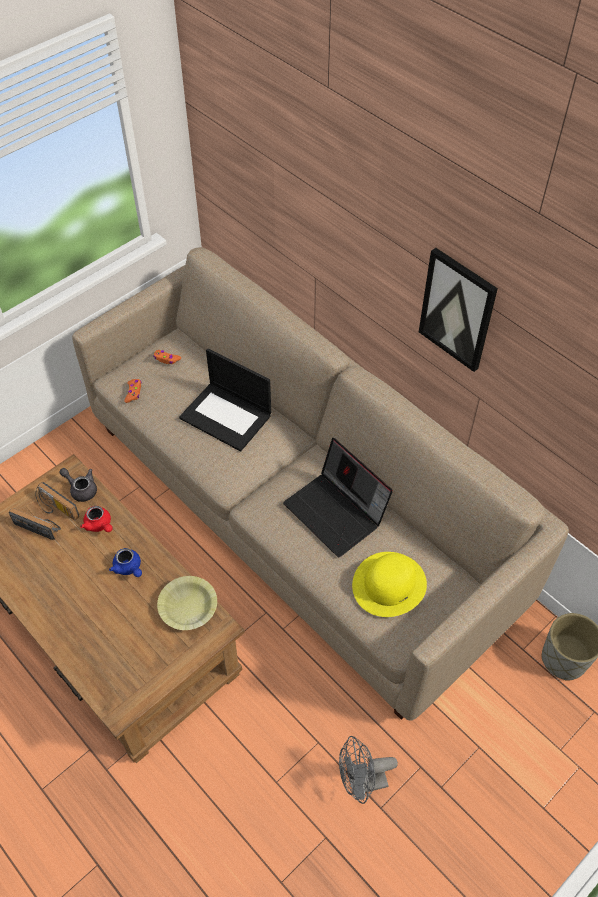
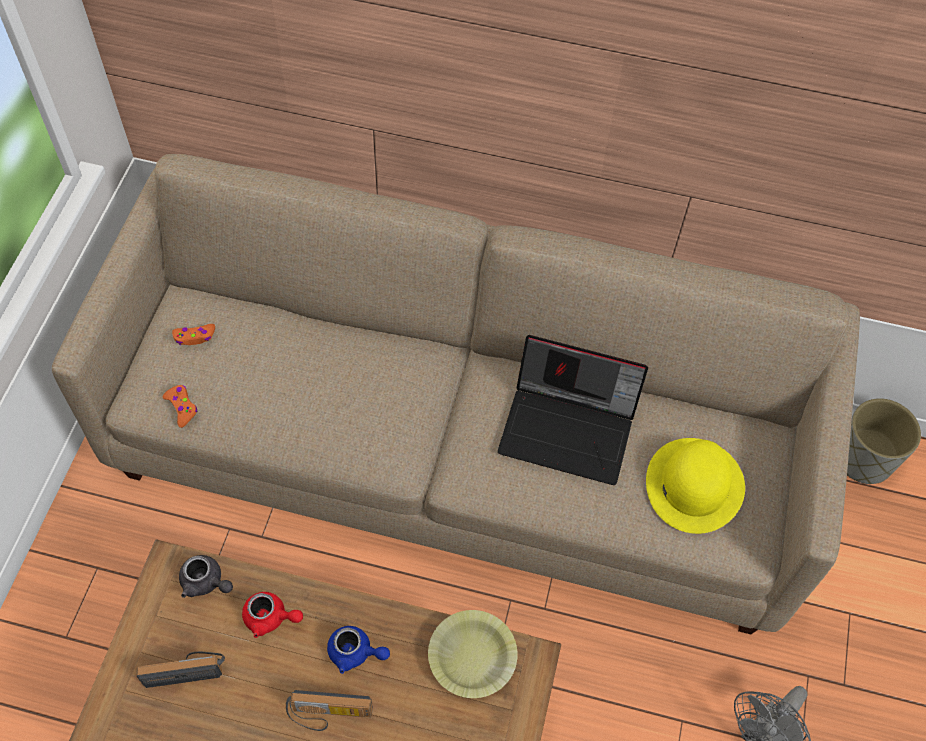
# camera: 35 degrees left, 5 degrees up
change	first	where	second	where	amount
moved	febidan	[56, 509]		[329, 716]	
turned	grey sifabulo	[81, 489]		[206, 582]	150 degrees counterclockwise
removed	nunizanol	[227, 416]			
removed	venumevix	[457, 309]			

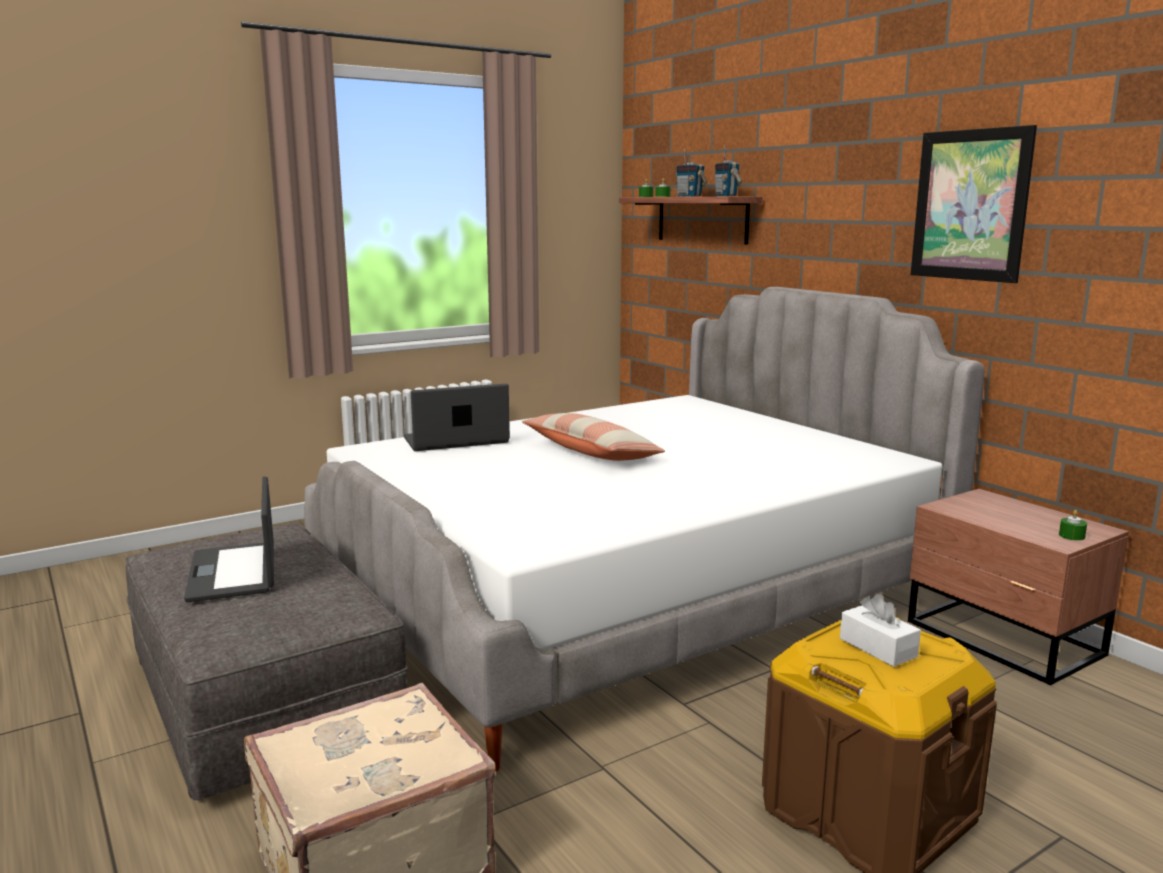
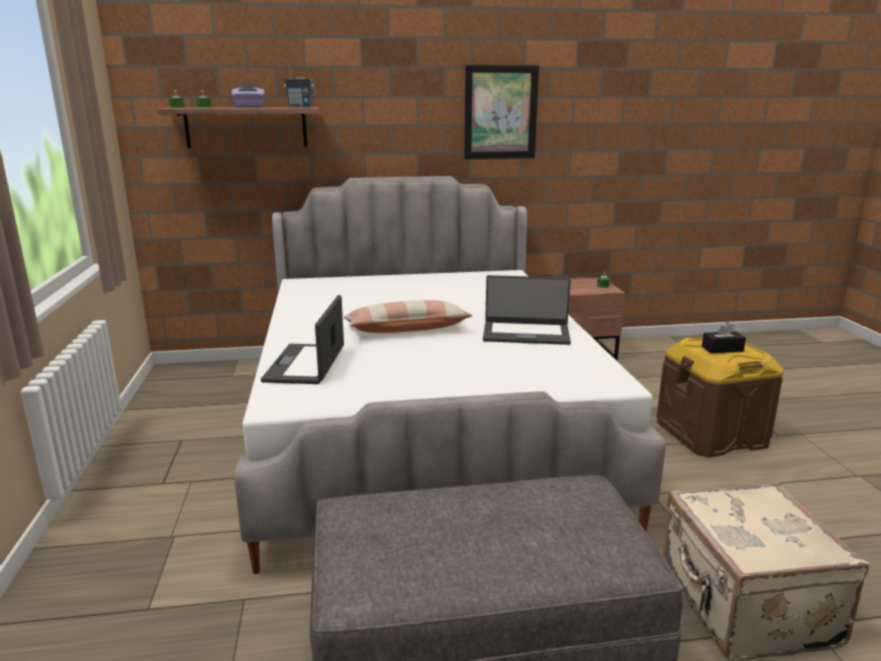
# camera: 65 degrees left, 5 degrees up
change	first	where	second	where	amount
moved	nunizanol	[235, 572]		[526, 333]	
replaced	febidan	[689, 196]	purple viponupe	[249, 107]	
recoloured	white viponupe	[878, 647]	black viponupe	[722, 349]	

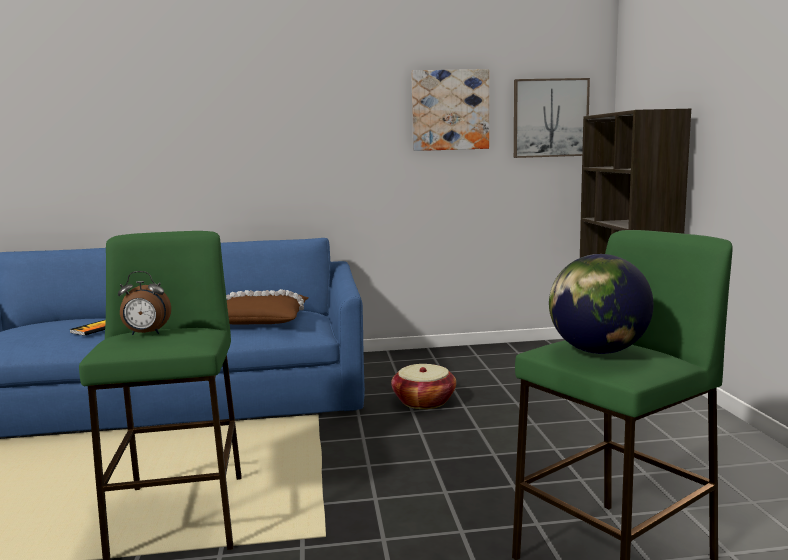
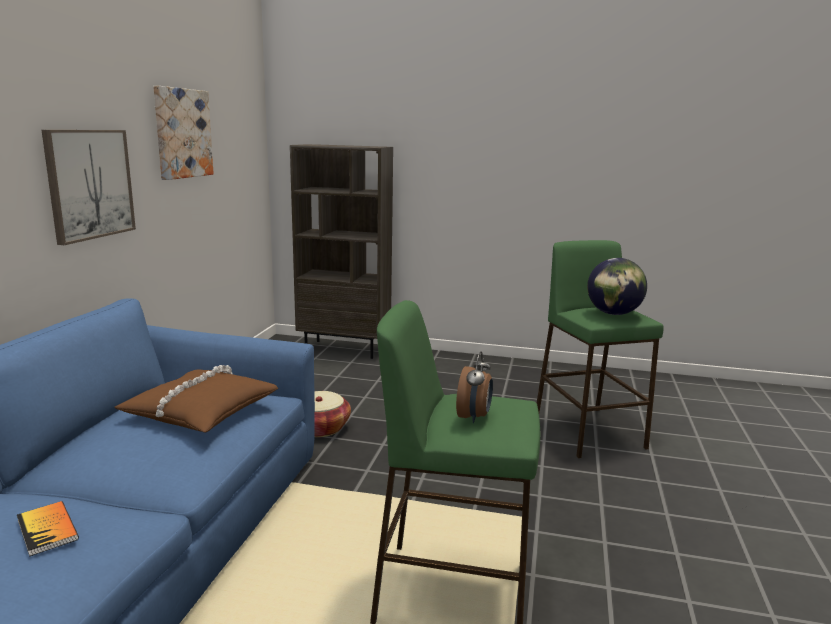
# camera: 70 degrees left, 5 degrees up
change	first	where	second	where	amount
moved	venumevix	[550, 118]		[89, 184]	

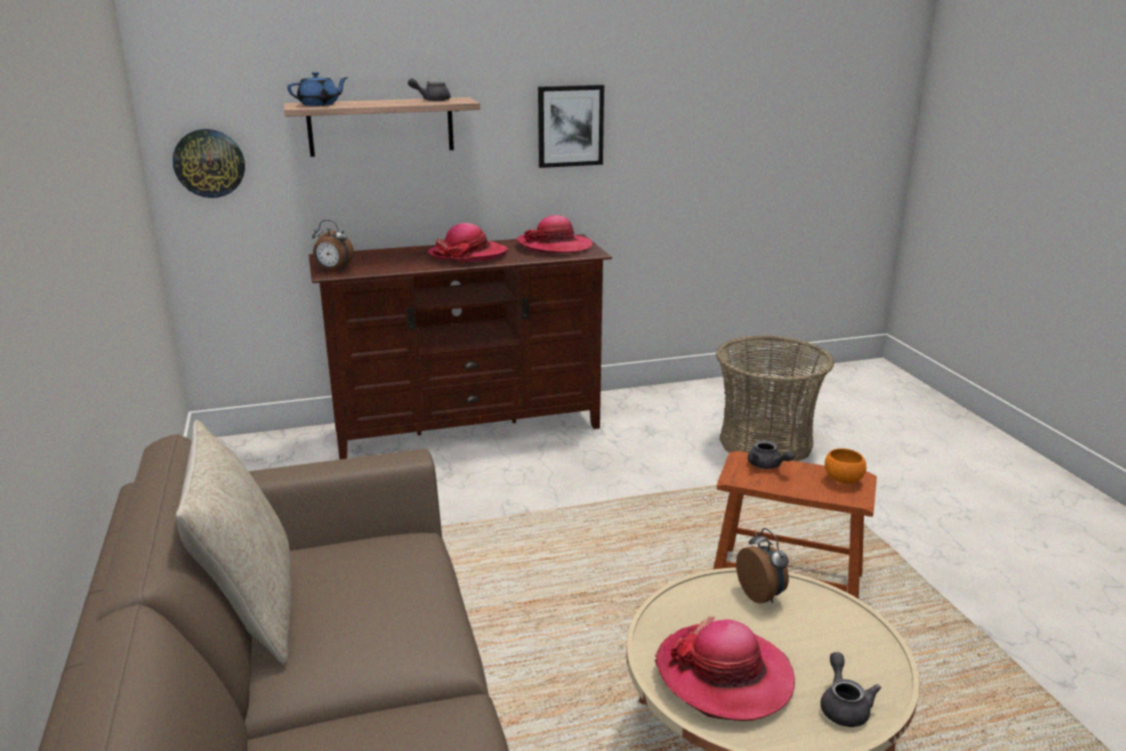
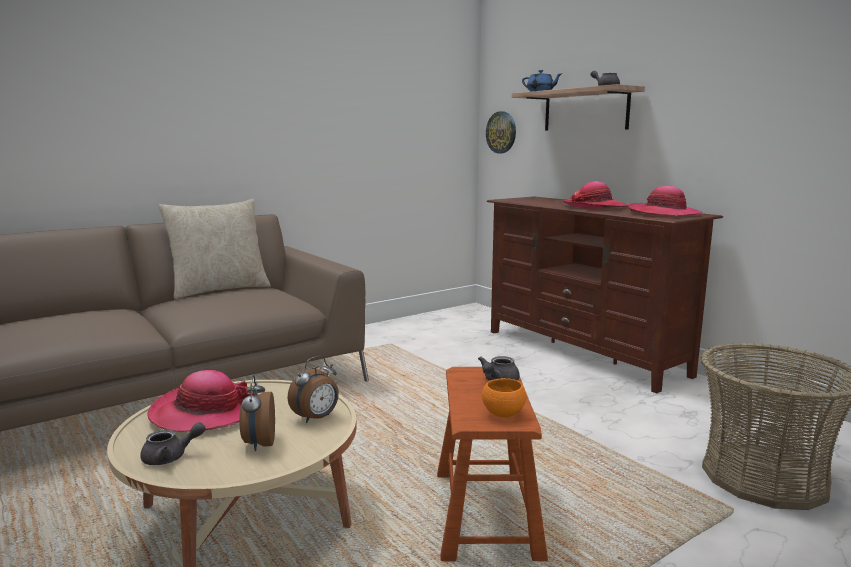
# camera: 70 degrees right, 10 degrees down
change	first	where	second	where	amount
moved	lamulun	[333, 270]		[259, 444]	
removed	venumevix	[570, 126]			

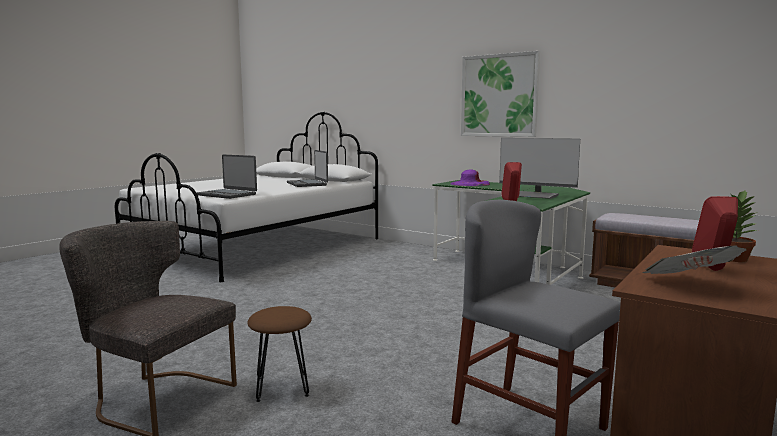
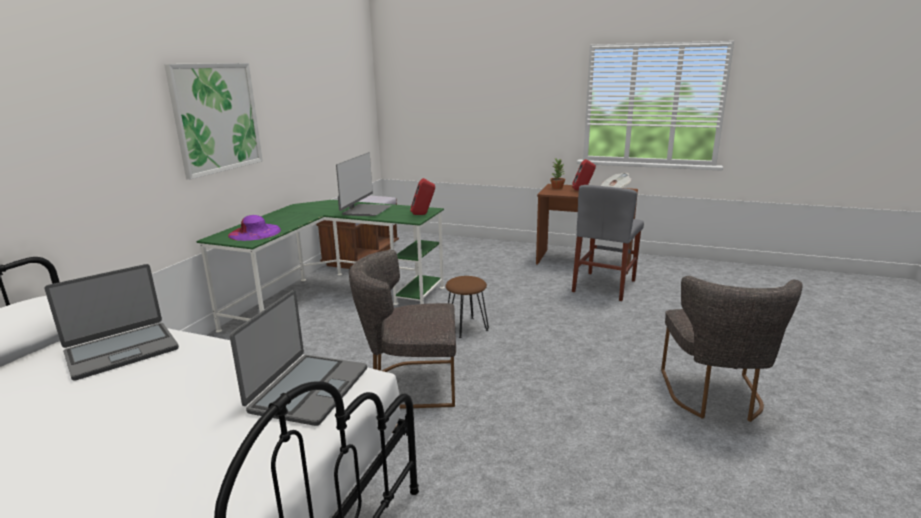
# camera: 105 degrees left, 10 degrees up
change	first	where	second	where	amount
moved	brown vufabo	[281, 386]		[466, 327]	
added			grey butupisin	[410, 384]	

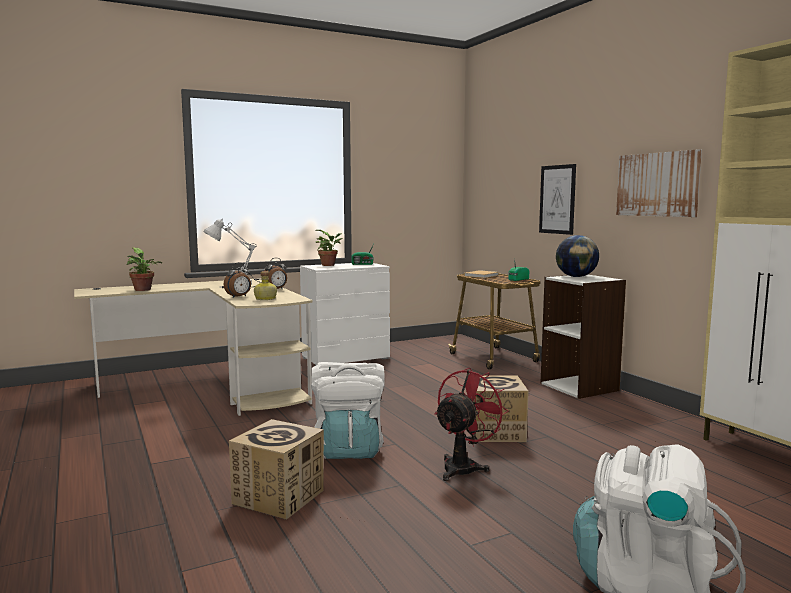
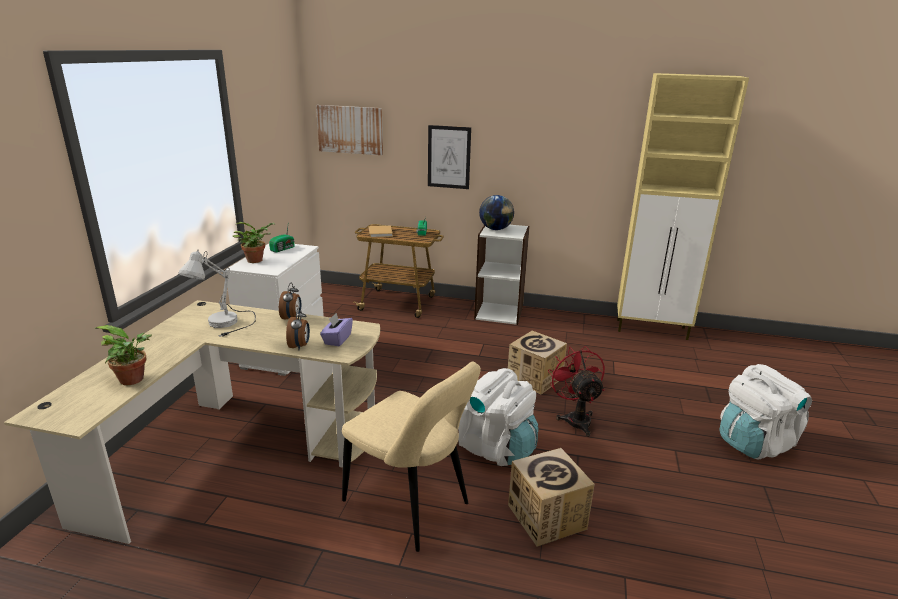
# camera: 50 degrees left, 15 degrees up
change	first	where	second	where	amount
replaced	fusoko	[265, 299]	purple viponupe	[337, 339]	
moved	venumevix	[657, 184]		[350, 129]	
added			beige butupisin	[410, 505]	

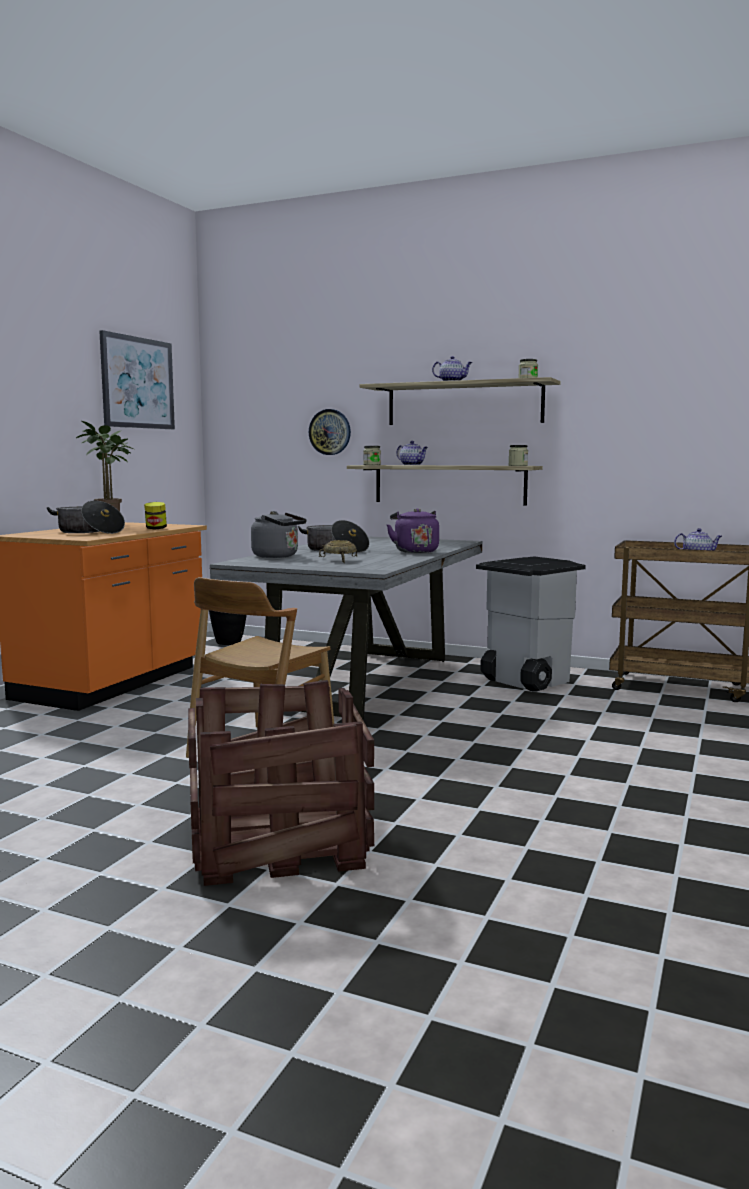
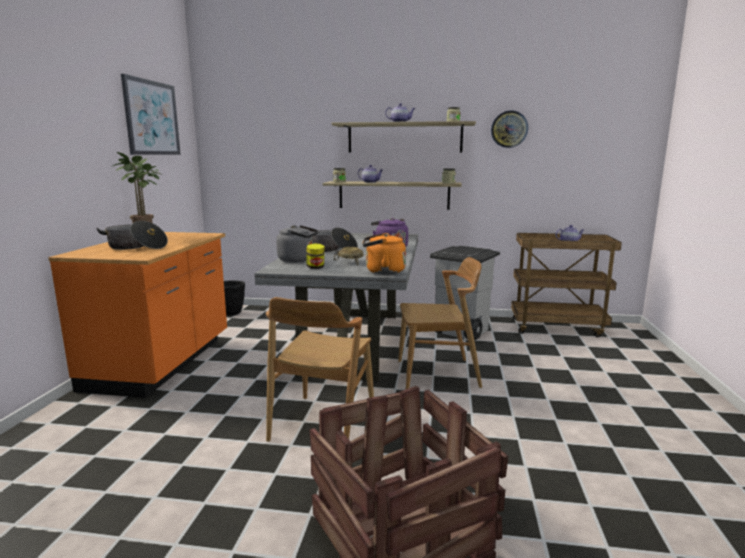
# camera: 15 degrees left, 5 degrees up
change	first	where	second	where	amount
moved	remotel	[156, 529]		[315, 267]	
moved	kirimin	[330, 432]		[509, 129]	
added			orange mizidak	[382, 271]	
added			brown butupisin	[438, 374]	

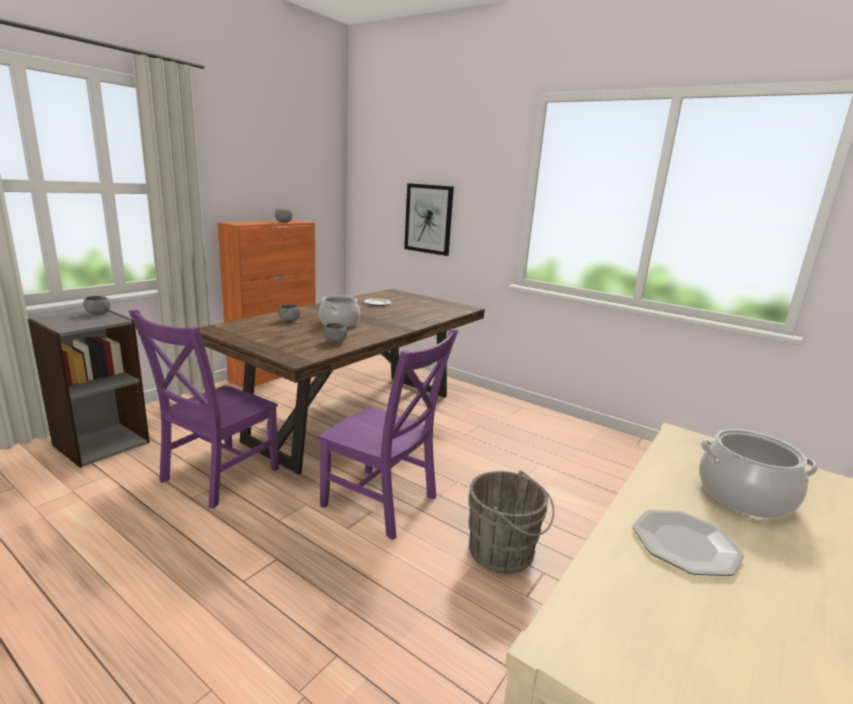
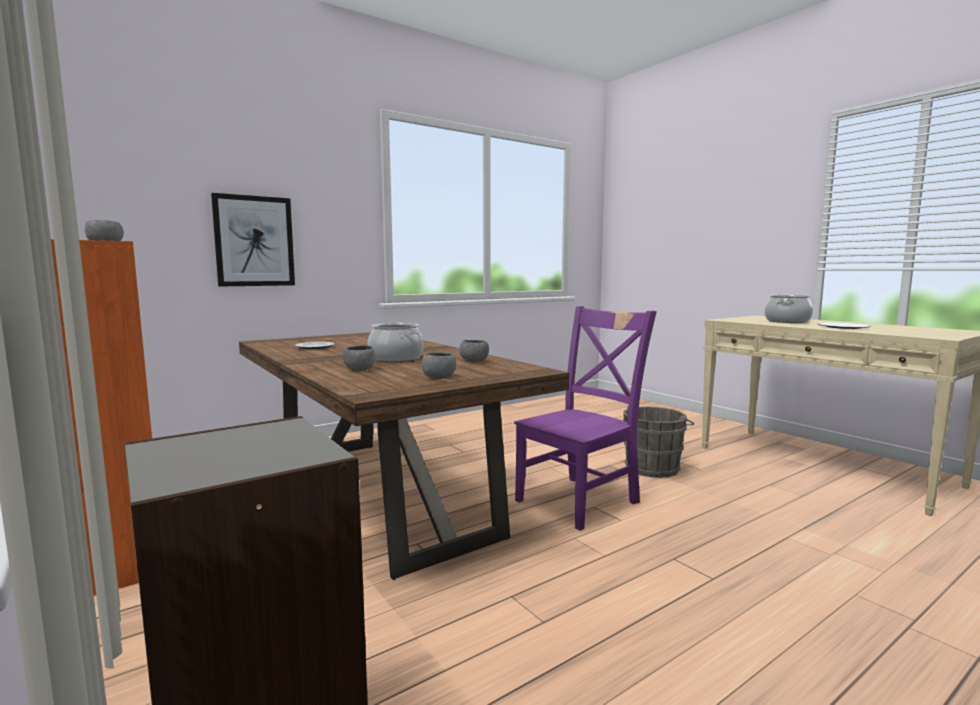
# camera: 70 degrees left, 10 degrees down
change	first	where	second	where	amount
moved	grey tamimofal	[98, 313]		[439, 378]	
removed	purple butupisin	[216, 477]			

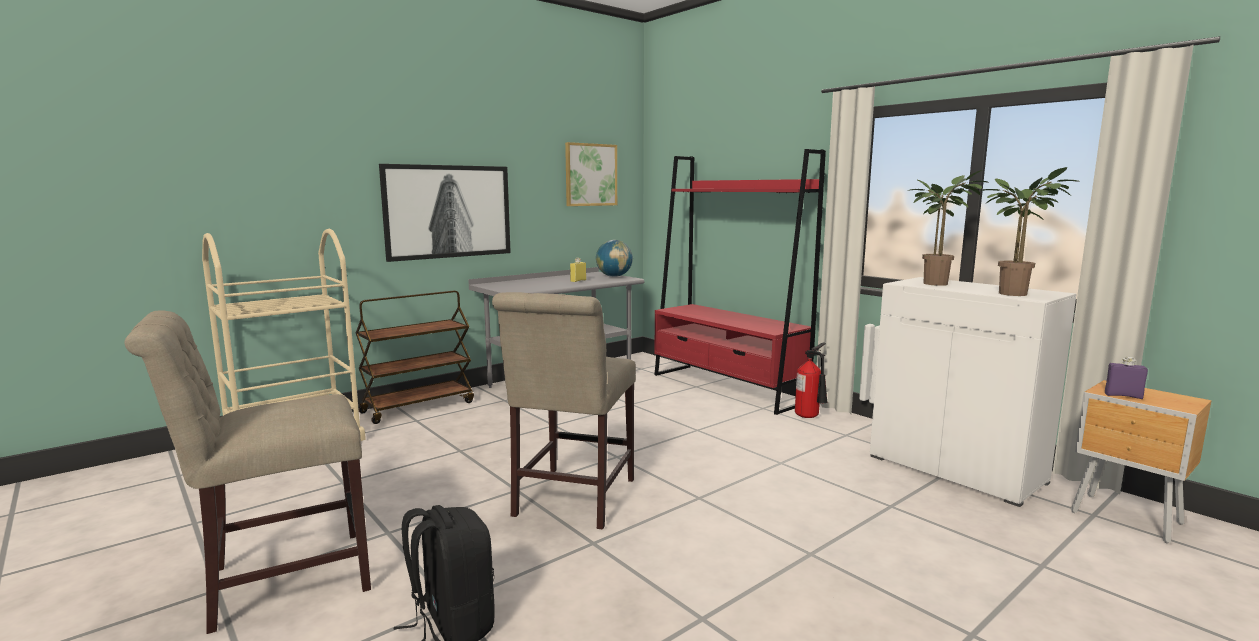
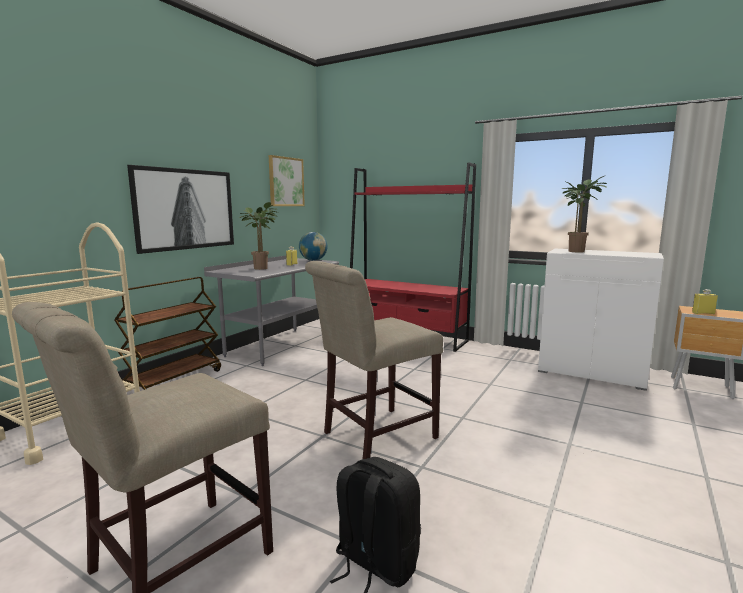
# camera: 20 degrees left, 0 degrees up
change	first	where	second	where	amount
turned	beige butupisin	[571, 500]		[374, 436]	60 degrees clockwise
removed	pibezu	[810, 417]			
moved	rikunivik	[1017, 294]		[263, 268]	
recoloured	purple fusoko	[1123, 396]	yellow fusoko	[703, 313]	

